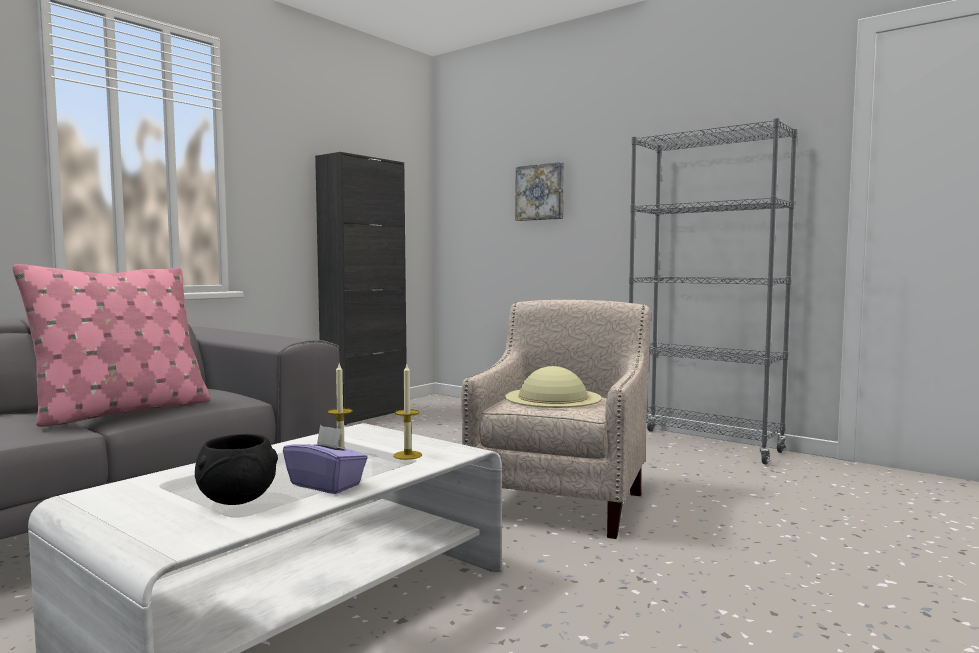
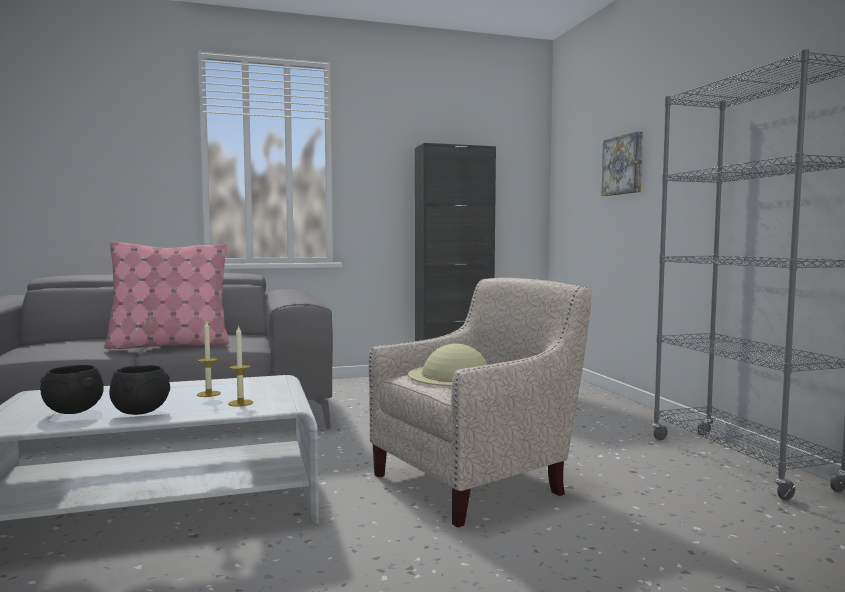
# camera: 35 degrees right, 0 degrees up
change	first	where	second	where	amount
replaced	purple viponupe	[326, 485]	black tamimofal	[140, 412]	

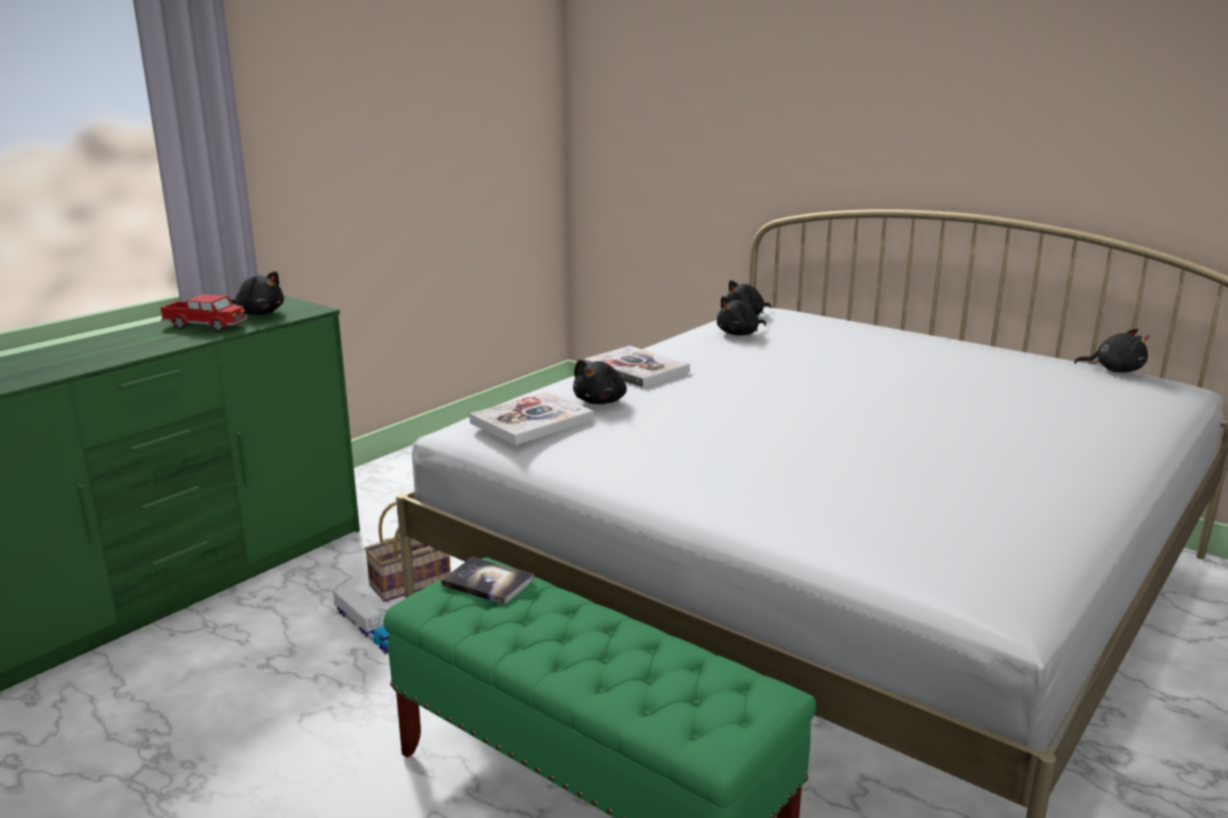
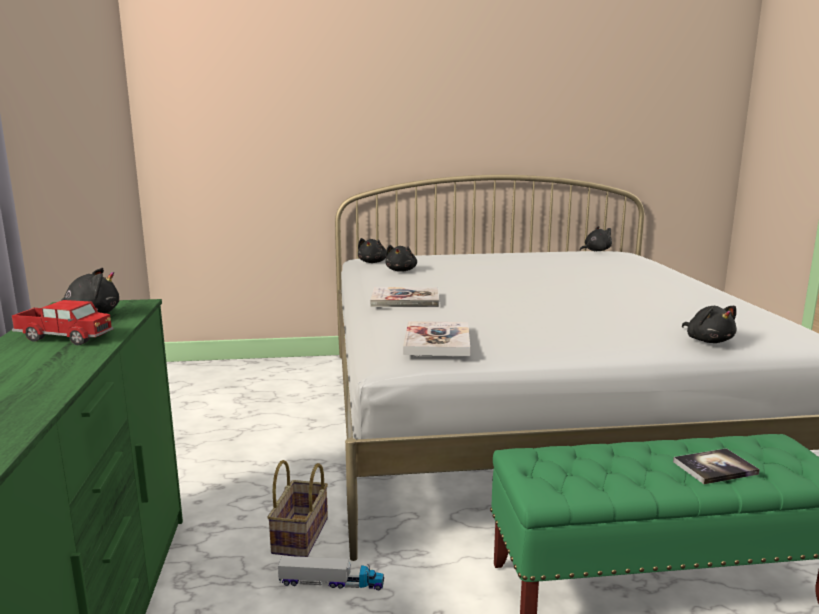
# camera: 45 degrees left, 5 degrees down
change	first	where	second	where	amount
turned	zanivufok	[205, 326]		[65, 337]	45 degrees clockwise
moved	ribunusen	[487, 582]		[715, 468]	
moved	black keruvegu	[601, 401]		[708, 340]	

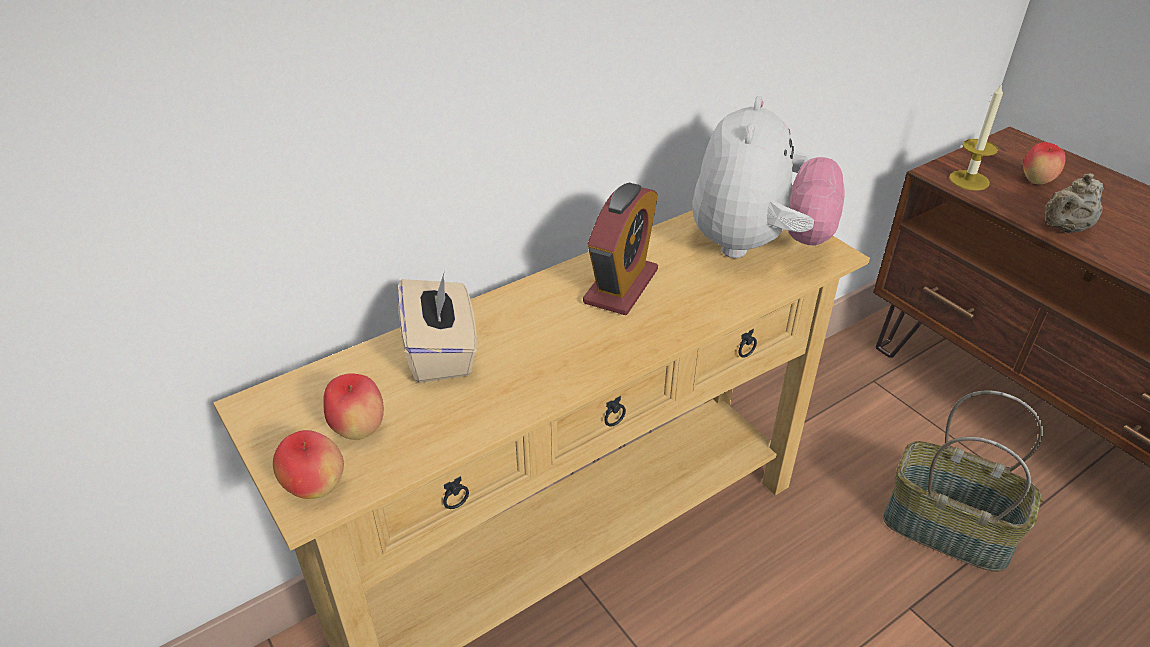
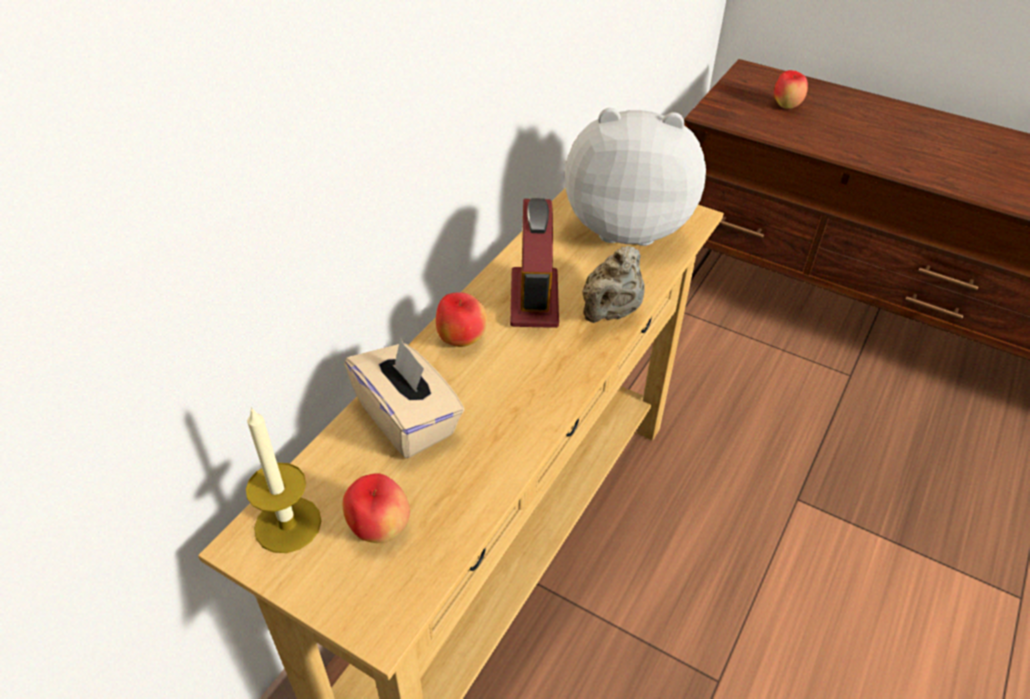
# camera: 25 degrees left, 5 degrees up
change	first	where	second	where	amount
moved	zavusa	[315, 488]		[461, 340]	
turned	keruvegu	[756, 246]		[626, 226]	75 degrees counterclockwise
removed	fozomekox	[945, 530]			
moved	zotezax	[969, 180]		[288, 524]	
moved	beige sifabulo	[1064, 228]		[610, 312]	

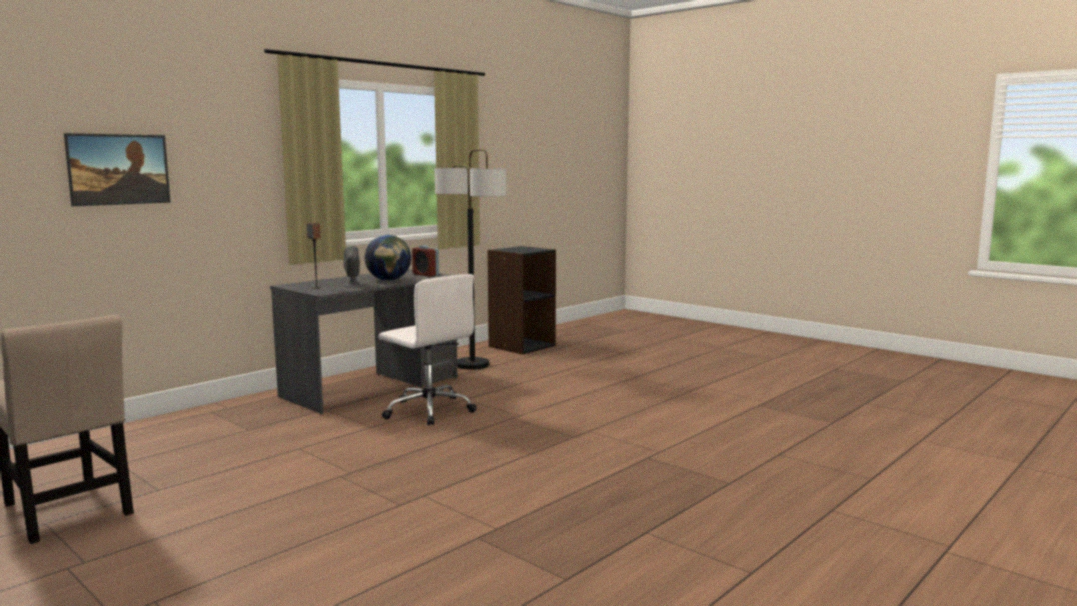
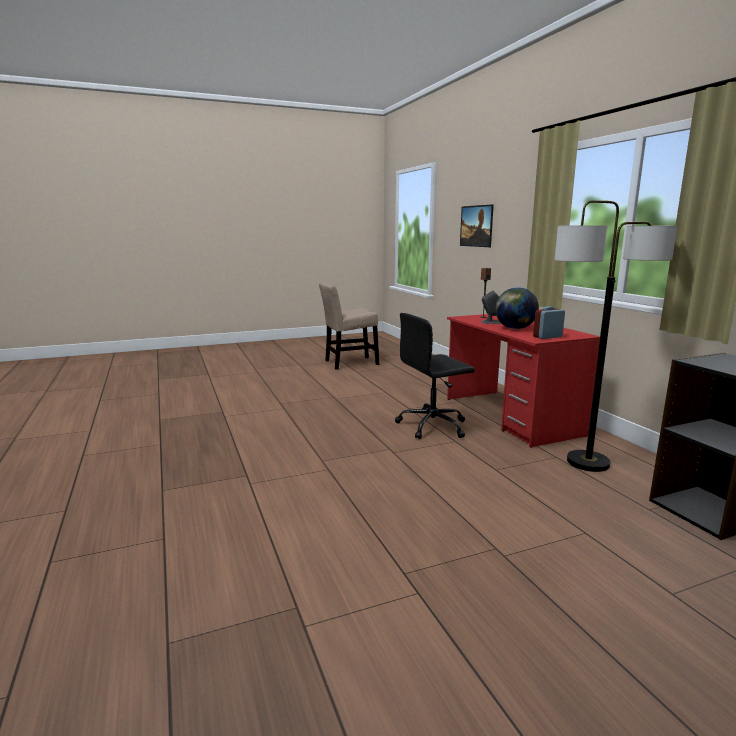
# camera: 115 degrees right, 5 degrees up
change	first	where	second	where	amount
recoloured	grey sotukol	[372, 387]	red sotukol	[510, 416]	
recoloured	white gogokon	[428, 410]	black gogokon	[433, 426]	

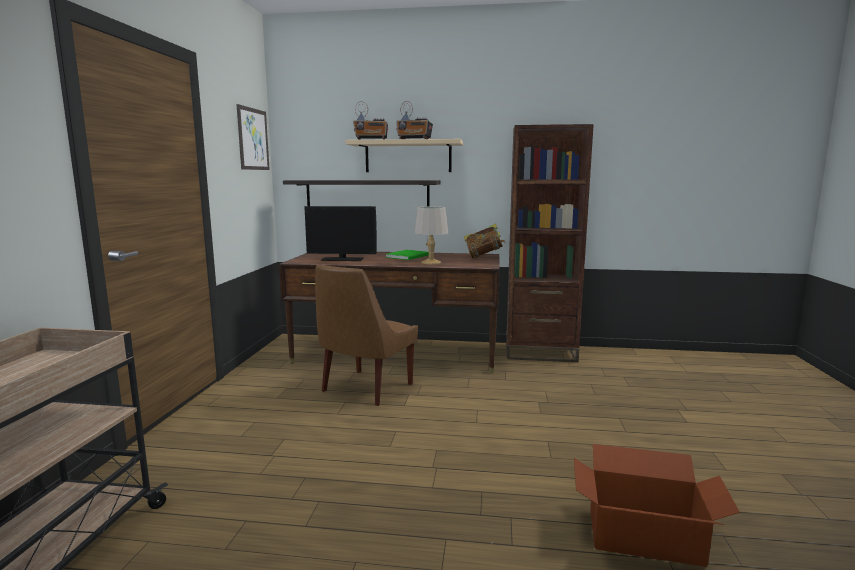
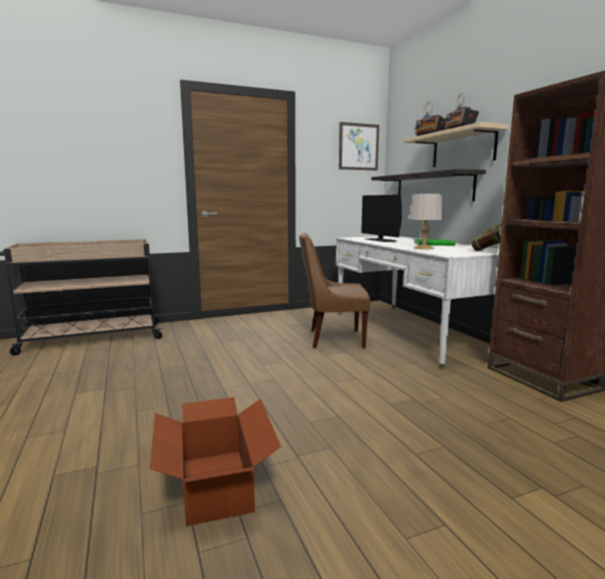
# camera: 60 degrees right, 0 degrees up
change	first	where	second	where	amount
recoloured	brown sotukol	[397, 353]	white sotukol	[412, 331]	

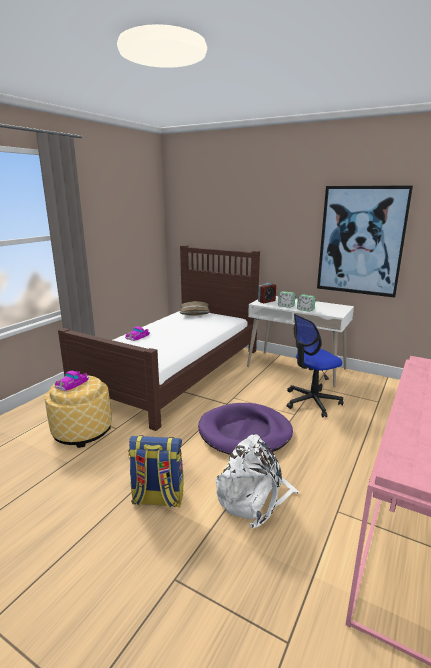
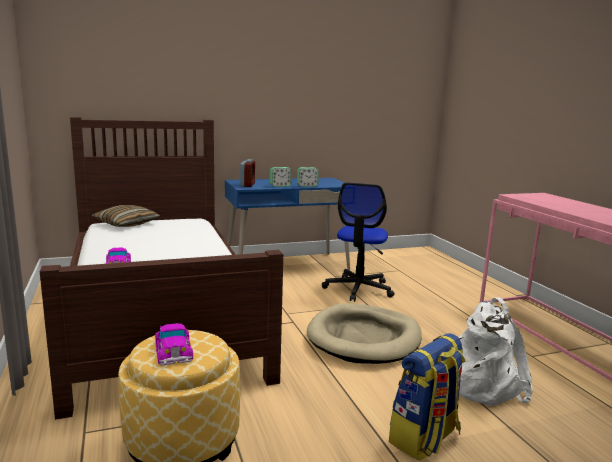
# camera: 50 degrees left, 5 degrees down
change	first	where	second	where	amount
recoloured	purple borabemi	[245, 433]	beige borabemi	[364, 338]	
recoloured	white sotukol	[296, 368]	blue sotukol	[286, 266]	
removed	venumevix	[361, 241]			

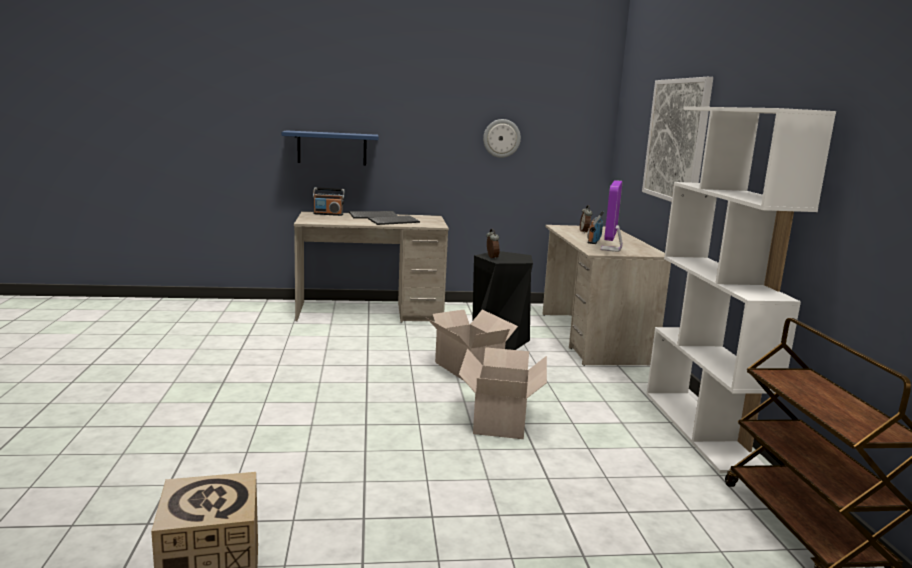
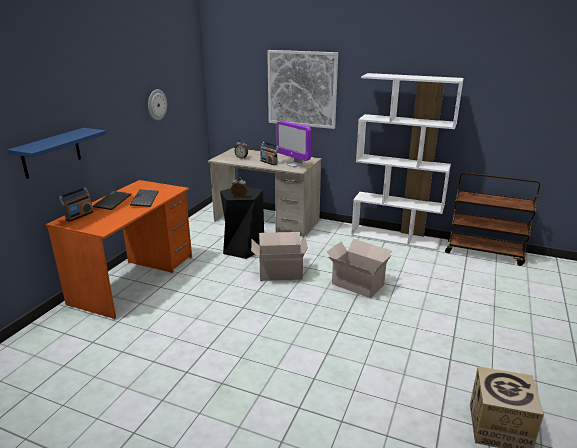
# camera: 60 degrees left, 10 degrees up
change	first	where	second	where	amount
recoloured	beige sotukol	[370, 312]	orange sotukol	[134, 279]	

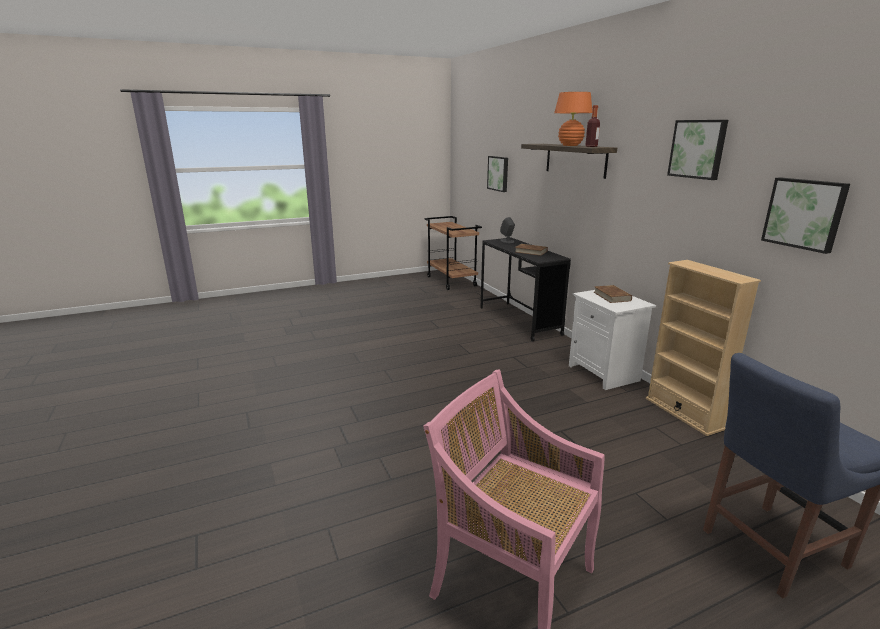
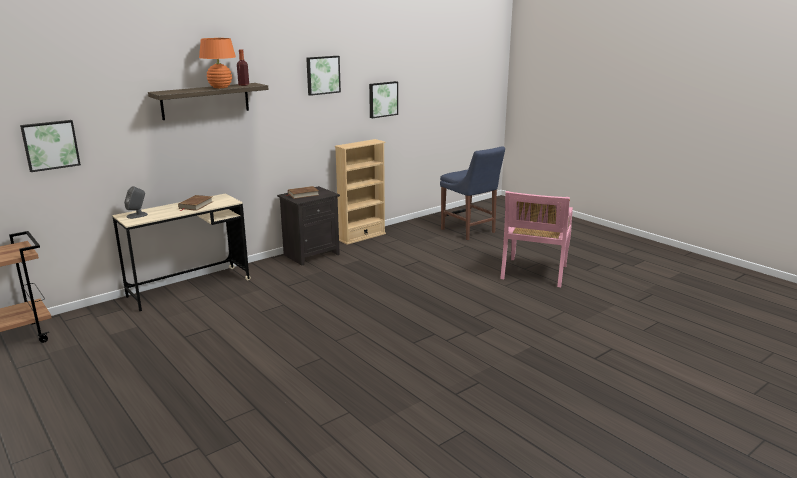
# camera: 105 degrees left, 0 degrees up
change	first	where	second	where	amount
recoloured	black sotukol	[519, 320]	beige sotukol	[189, 288]	
recoloured	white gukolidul	[605, 373]	black gukolidul	[311, 254]	

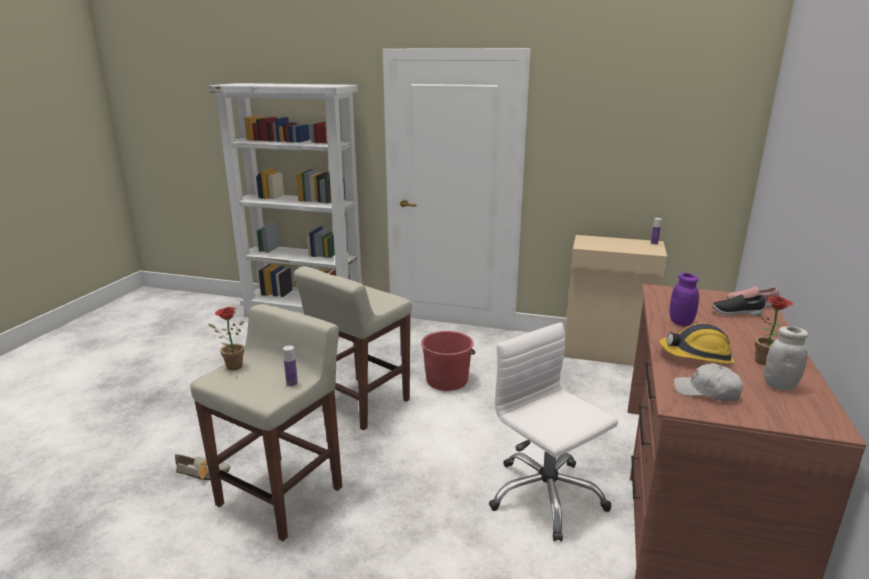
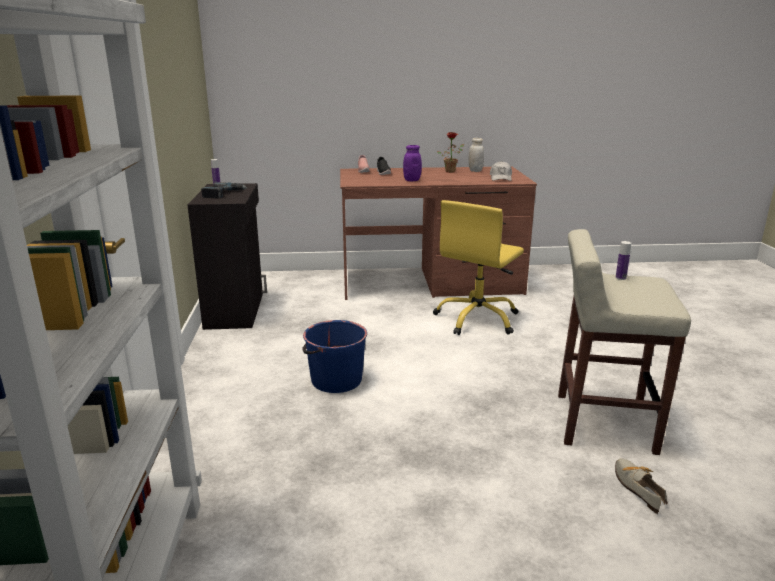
# camera: 110 degrees left, 0 degrees up
change	first	where	second	where	amount
removed	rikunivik	[231, 366]			
removed	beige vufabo	[359, 403]			
recoloured	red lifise	[447, 380]	blue lifise	[335, 380]	
recoloured	white gogokon	[545, 496]	yellow gogokon	[477, 319]	
recoloured	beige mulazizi	[606, 353]	black mulazizi	[236, 310]	
removed	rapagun	[696, 356]			
added			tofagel	[223, 194]	

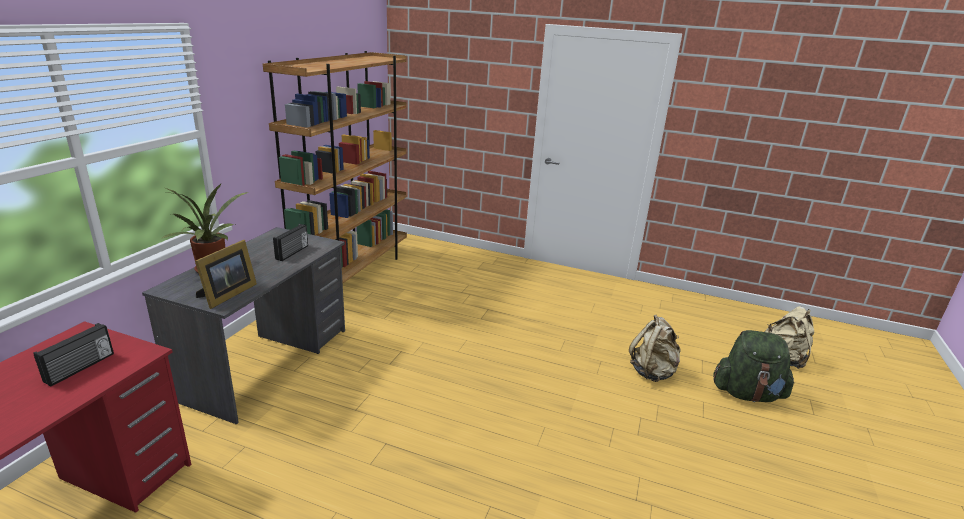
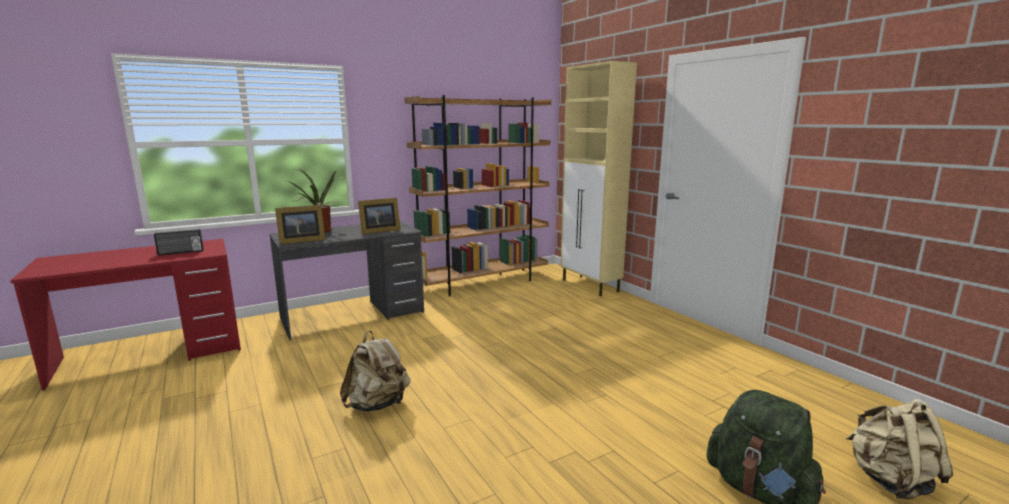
# camera: 40 degrees right, 10 degrees down
change	first	where	second	where	amount
replaced	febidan	[293, 252]	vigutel	[378, 231]	
moved	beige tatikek	[652, 372]		[377, 405]	
added			beige mulazizi	[590, 286]	

